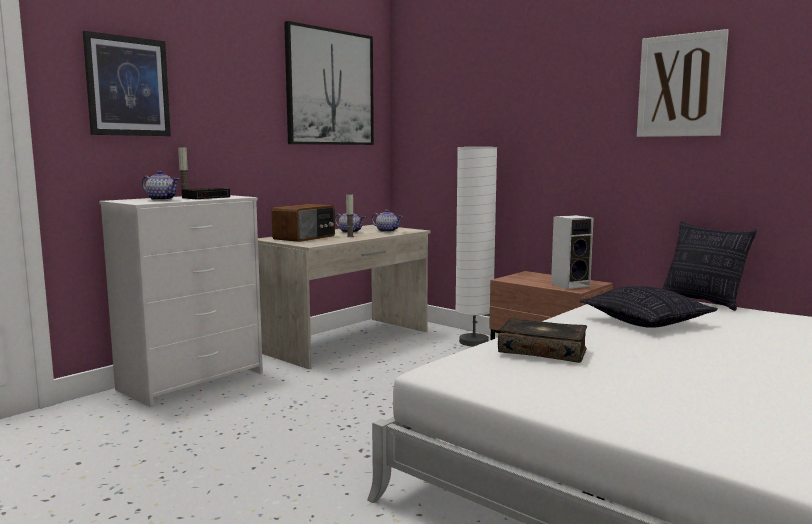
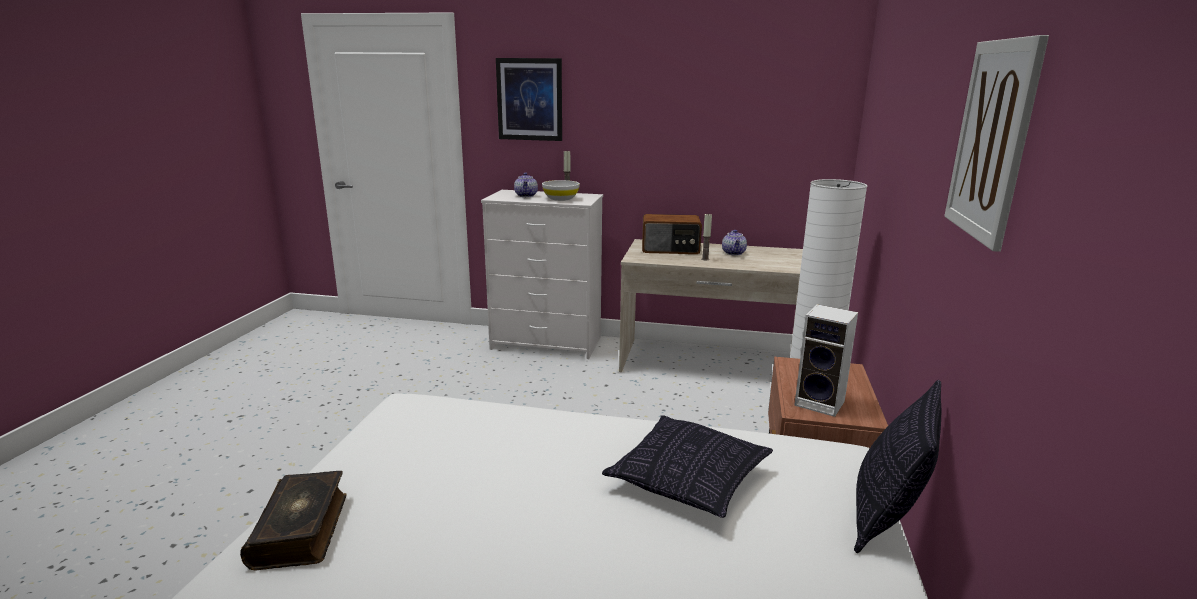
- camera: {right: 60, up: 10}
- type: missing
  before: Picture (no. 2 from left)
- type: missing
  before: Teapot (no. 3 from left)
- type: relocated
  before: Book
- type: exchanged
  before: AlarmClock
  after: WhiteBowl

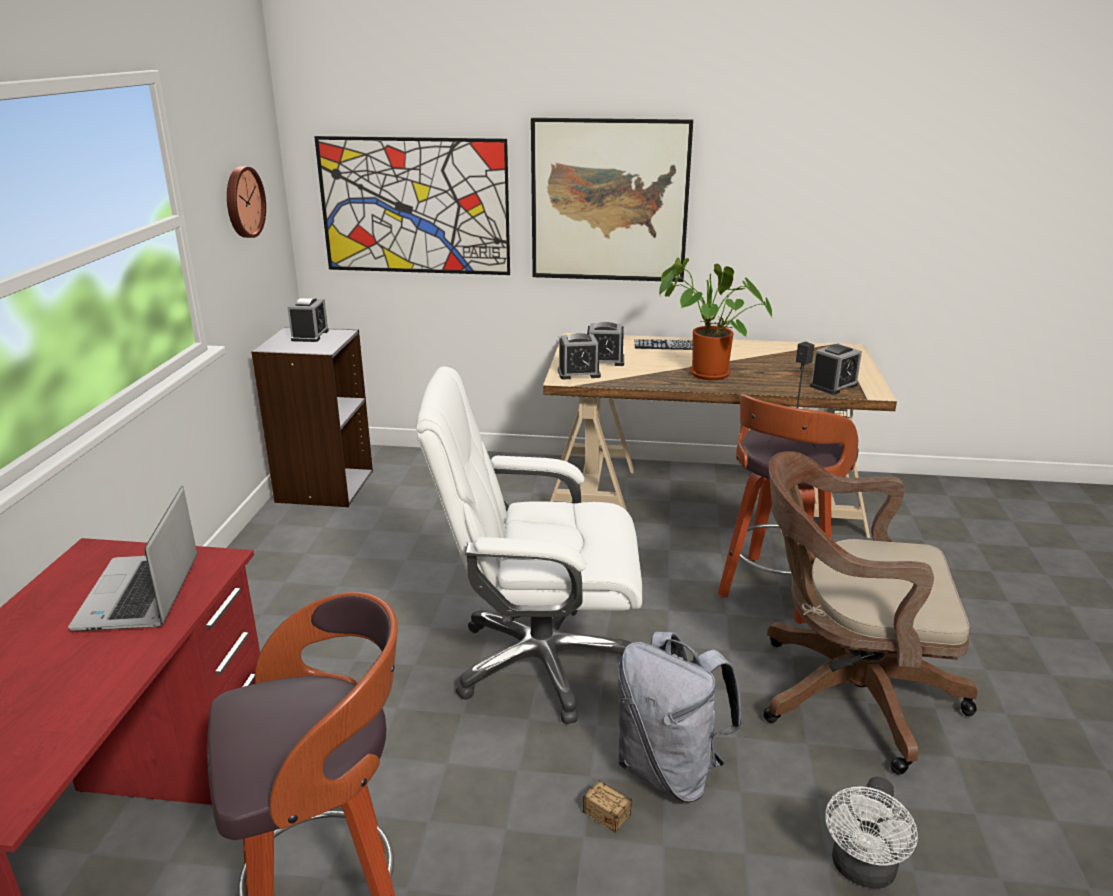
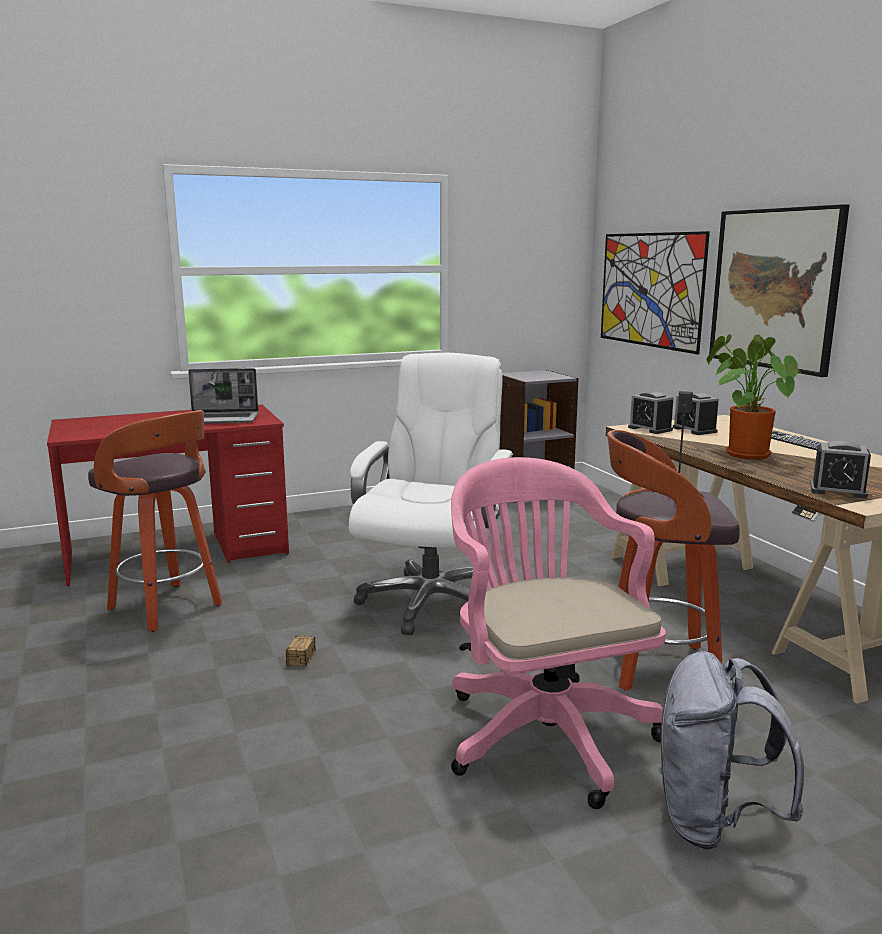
- camera: {right: 60, up: -10}
- type: missing
  before: WallClock
- type: missing
  before: AlarmClock (no. 1 from left)
- type: missing
  before: WhiteFan
- type: relocated
  before: GreyBackpack
- type: colour
  before: BrownOfficeChair
  after: PinkOfficeChair
- type: spun
  before: Laptop
  turn: -150
- type: spun
  before: WhiteOfficeChair
  turn: 45

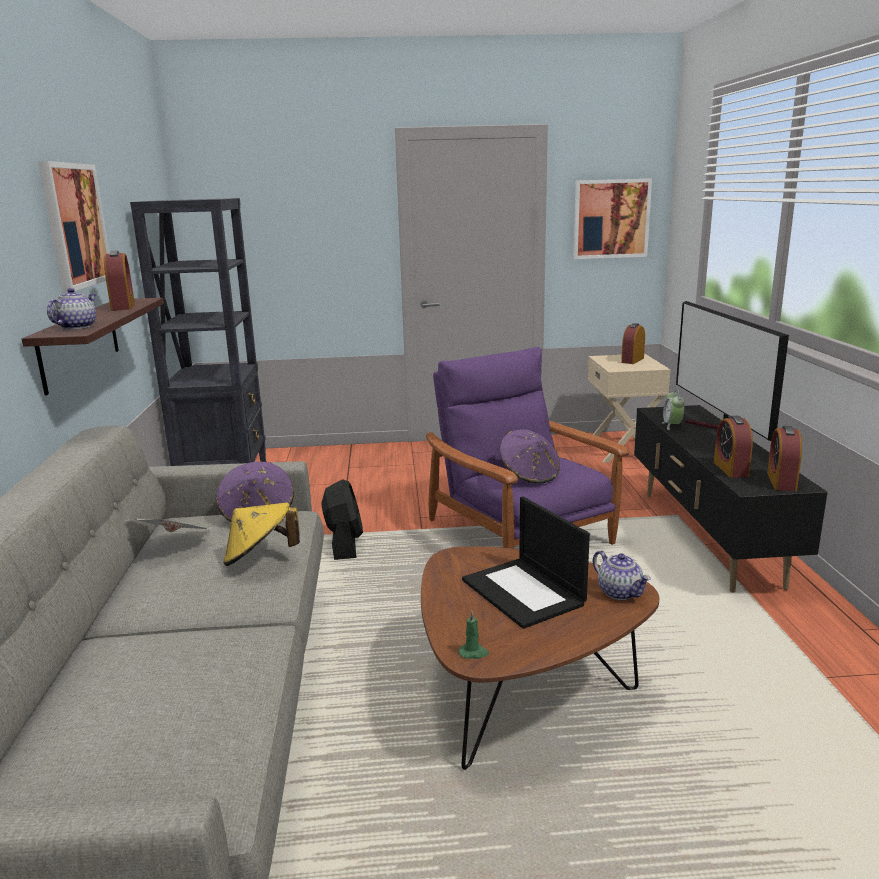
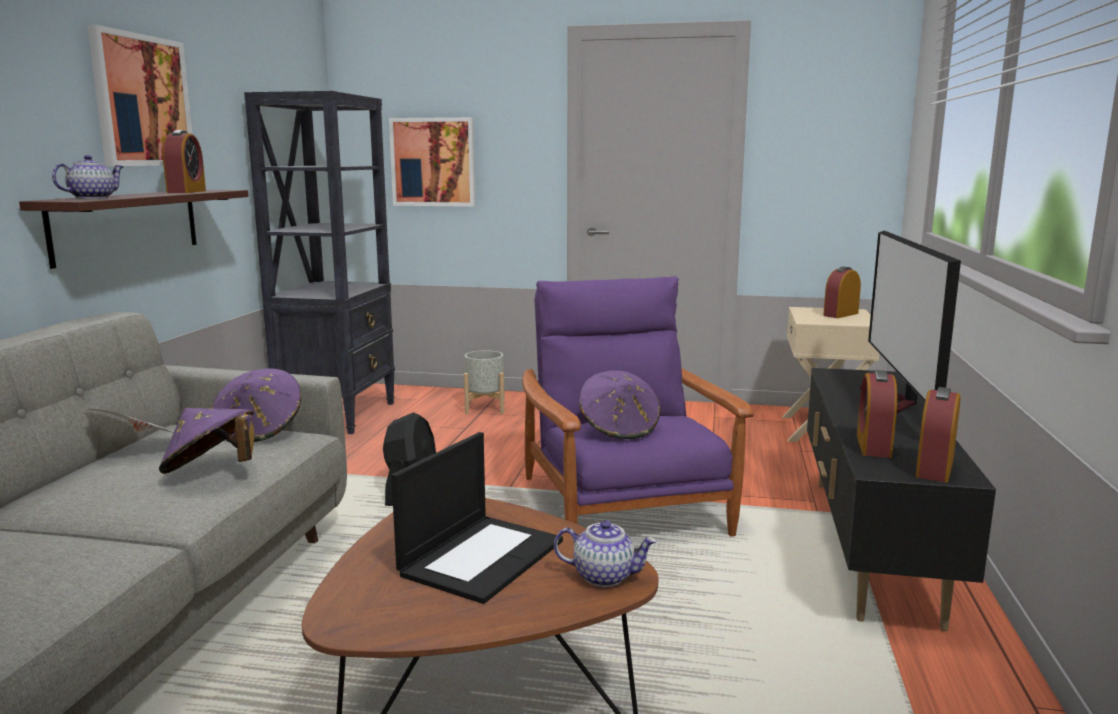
- camera: {right: 15, up: -5}
- type: missing
  before: GreenCandle
- type: missing
  before: AlarmClock (no. 3 from left)
- type: appeared
  after: GreyPlanter
- type: relocated
  before: Picture (no. 2 from left)
- type: colour
  before: YellowHat
  after: PurpleHat (no. 1 from left)
- type: spun
  before: Laptop
  turn: -135
- type: spun
  before: Teapot (no. 2 from left)
  turn: -60

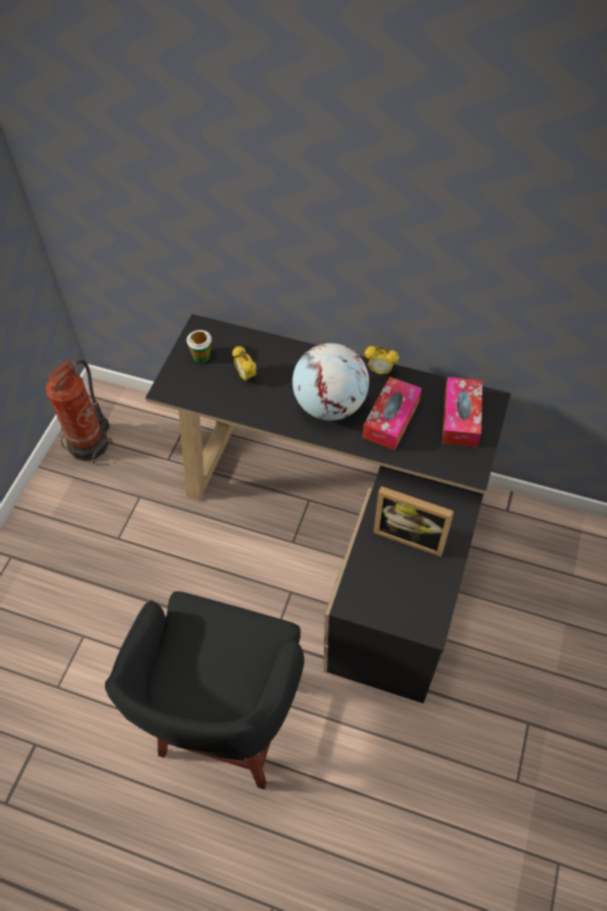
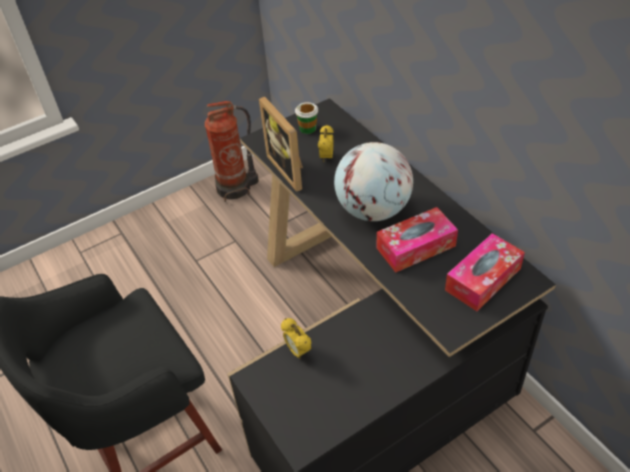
- camera: {right: 40, up: -10}
- type: relocated
  before: AlarmClock (no. 2 from left in the first image)
  after: AlarmClock (no. 1 from left)
- type: relocated
  before: PictureFrame

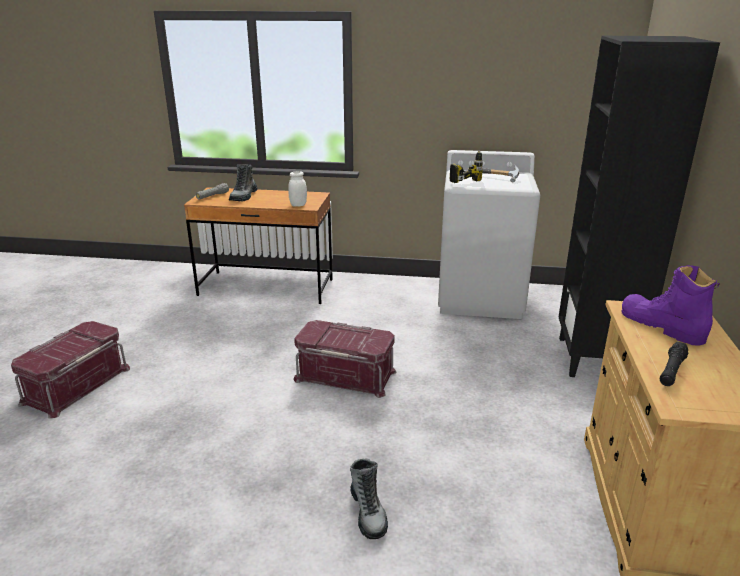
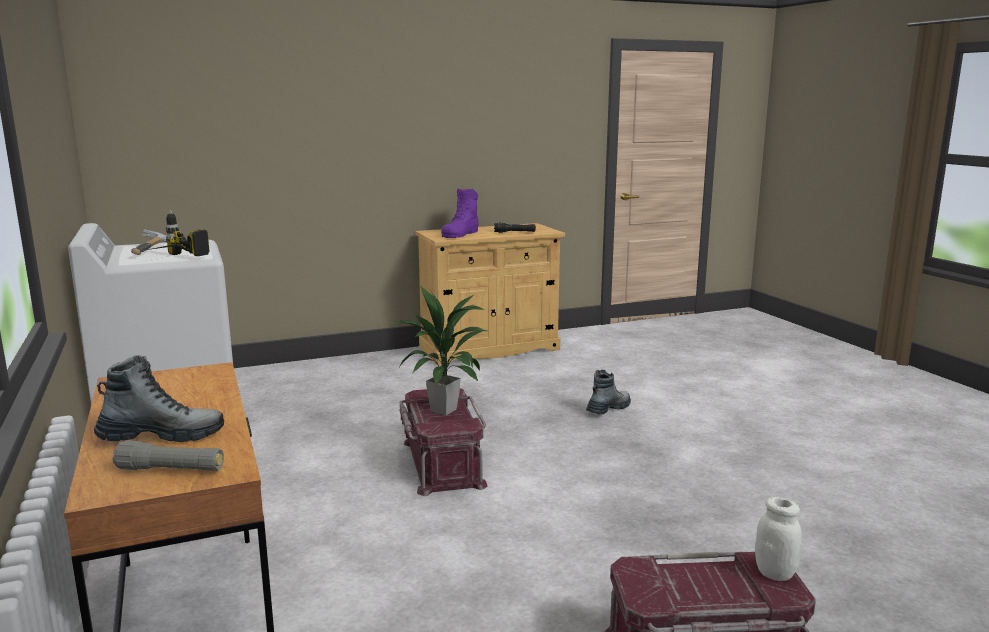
- camera: {right: -120, up: -10}
- type: missing
  before: BlackBookcase
- type: appeared
  after: PottedPlant
- type: relocated
  before: WhiteJar

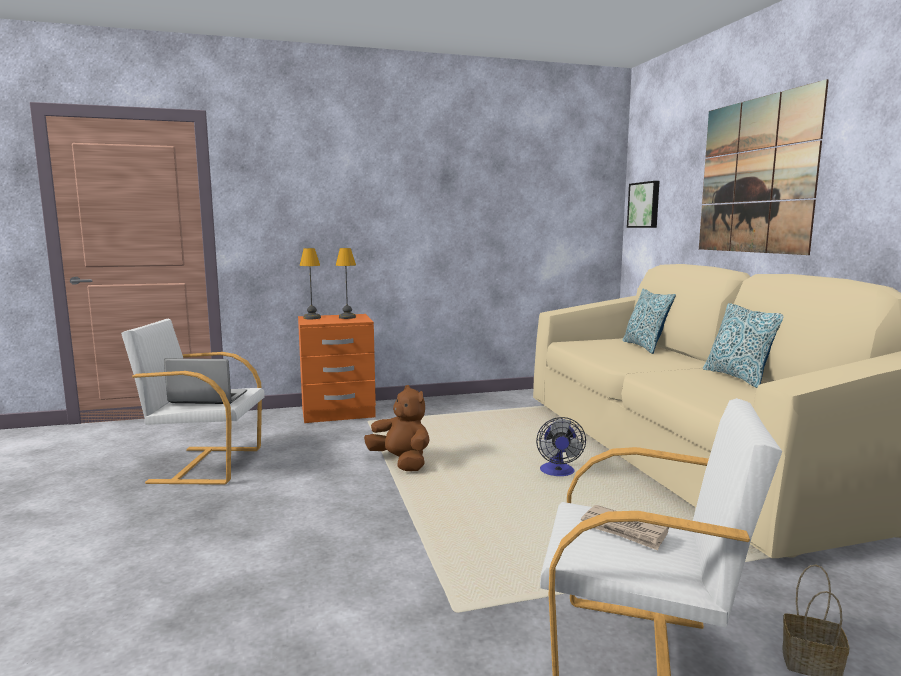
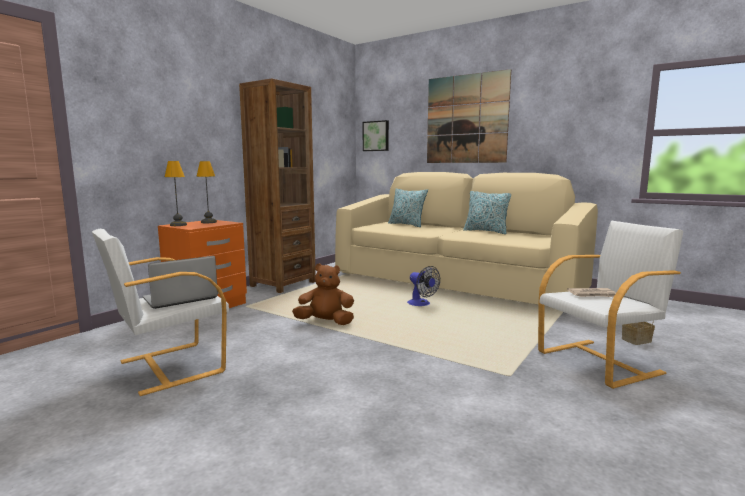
- camera: {right: -40, up: 0}
- type: appeared
  after: BrownBookcase

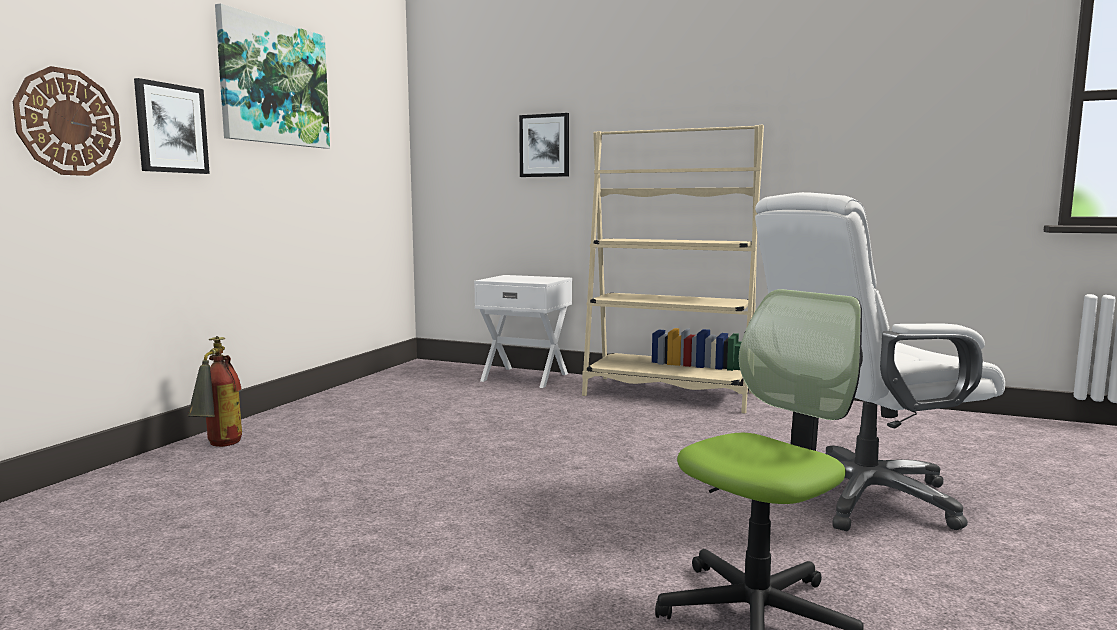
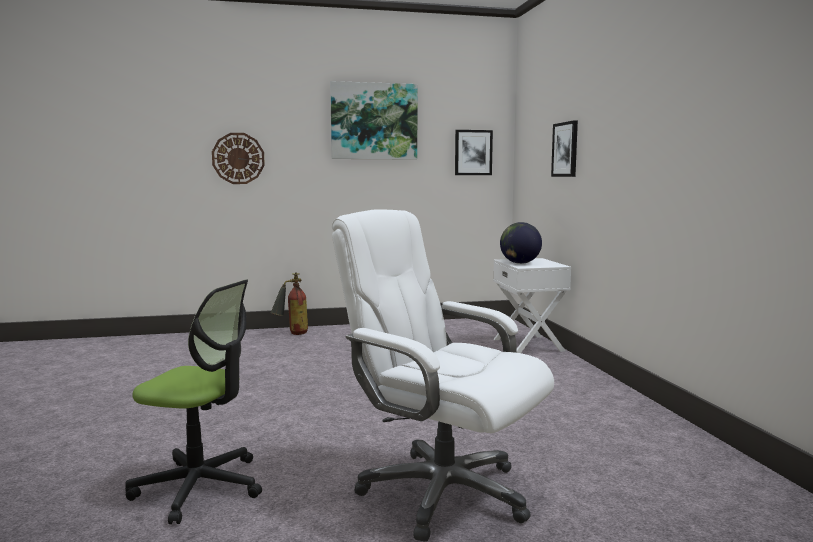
- camera: {right: 55, up: 0}
- type: missing
  before: BeigeBookcase
- type: appeared
  after: Globe
- type: relocated
  before: Picture (no. 1 from left in the first image)
  after: Picture (no. 2 from left)

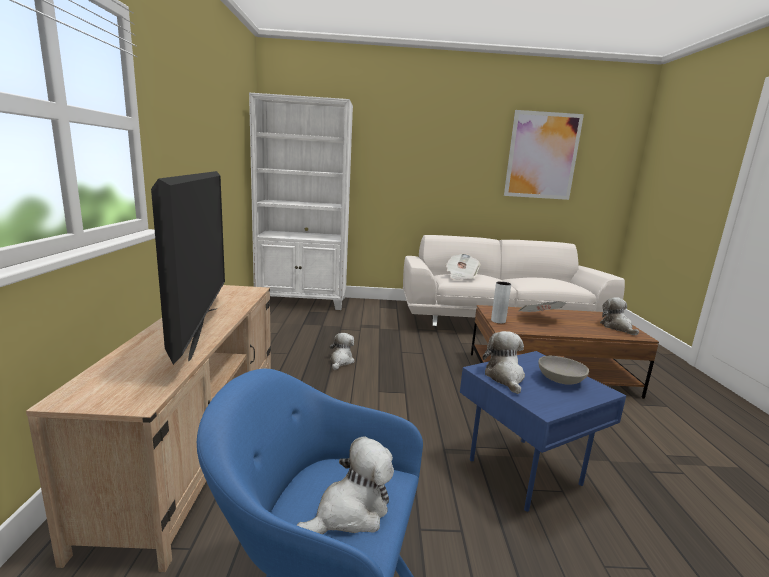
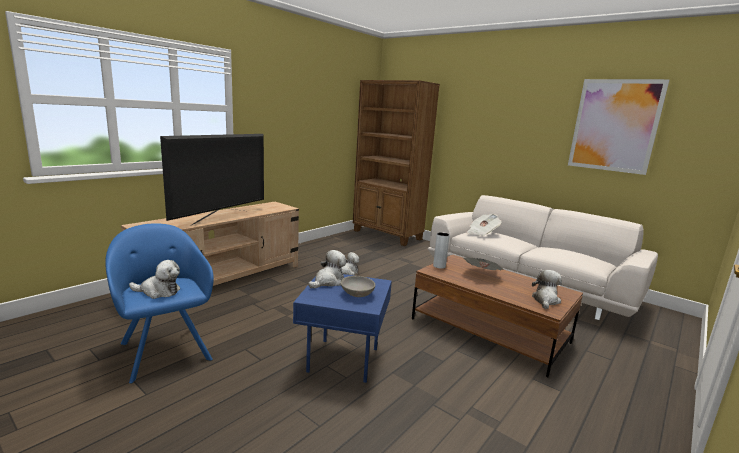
- camera: {right: 40, up: 0}
- type: colour
  before: WhiteBookcase
  after: BrownBookcase

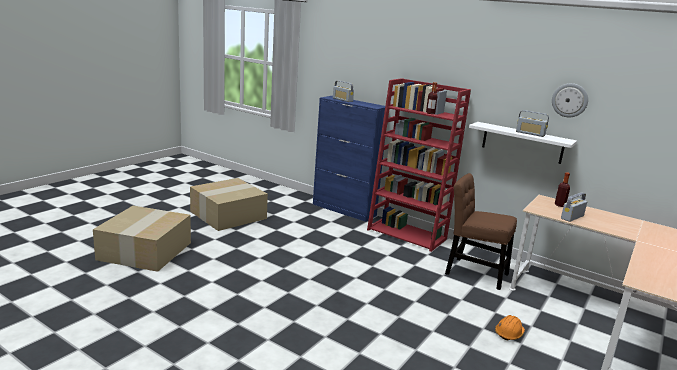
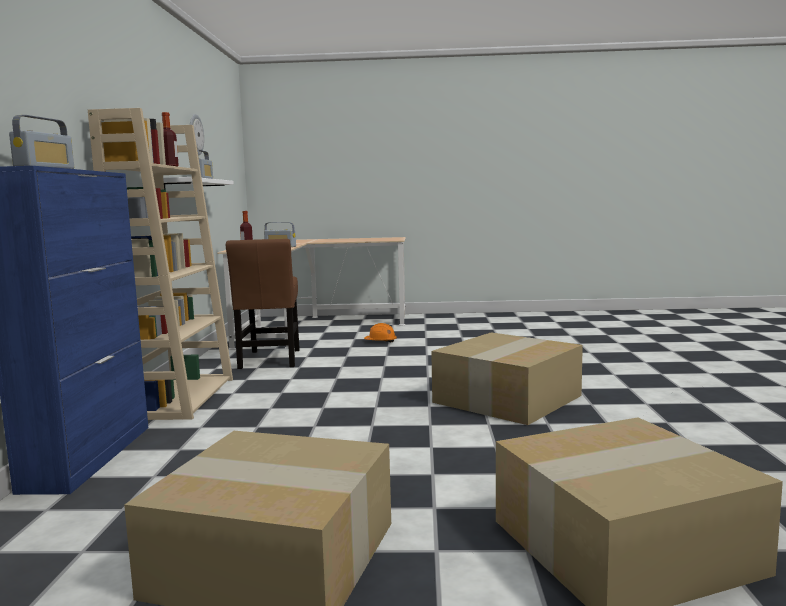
- camera: {right: -120, up: -10}
- type: appeared
  after: CardboardBox (no. 2 from left)
- type: colour
  before: RedBookcase
  after: BeigeBookcase

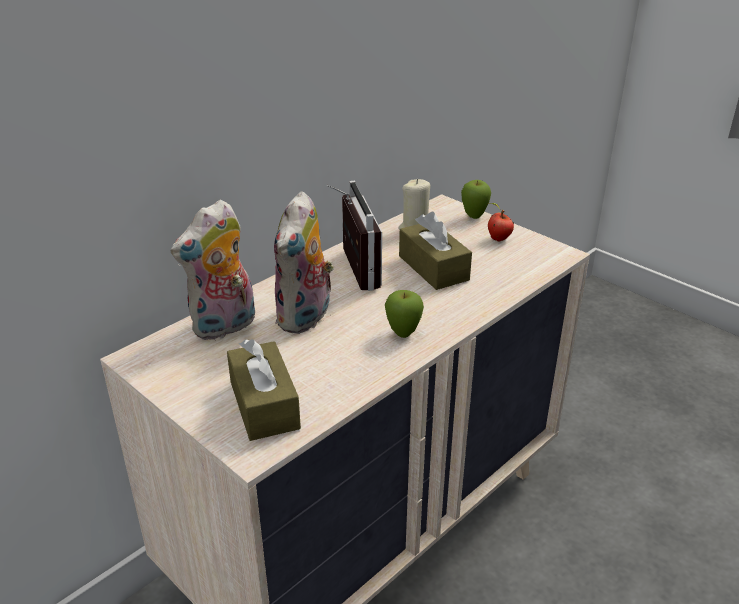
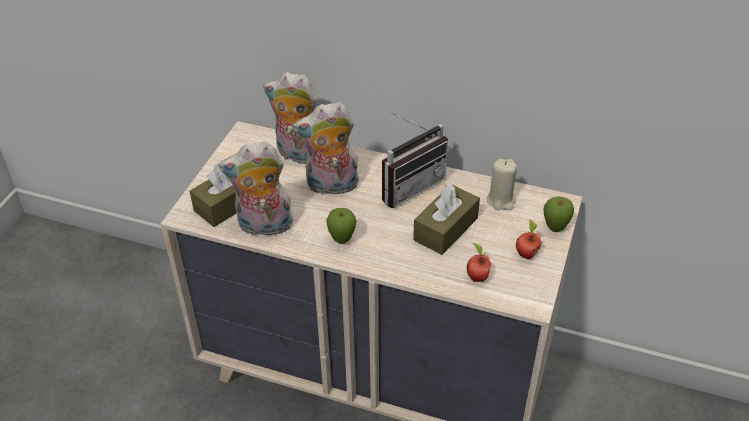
- camera: {right: 65, up: 10}
- type: appeared
  after: PlushToy (no. 1 from left)
- type: appeared
  after: Apple (no. 2 from left)

